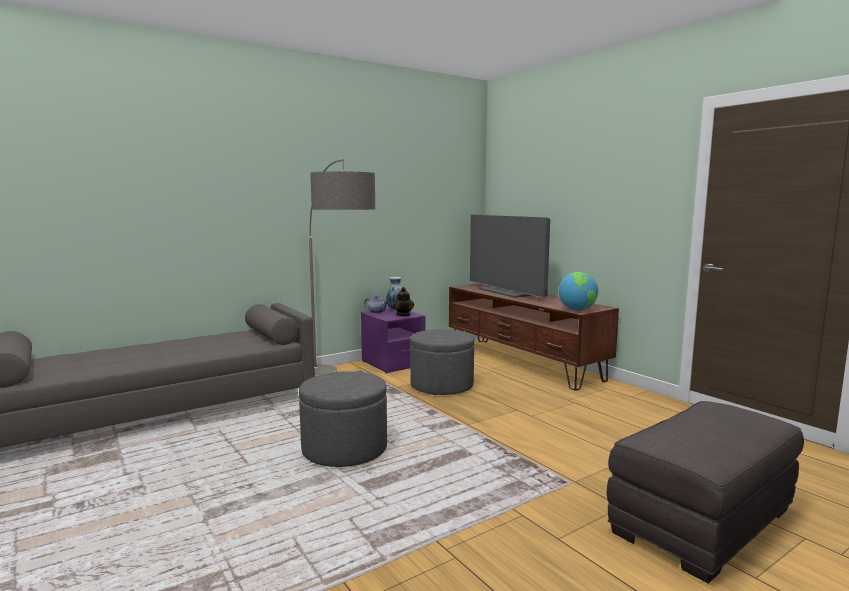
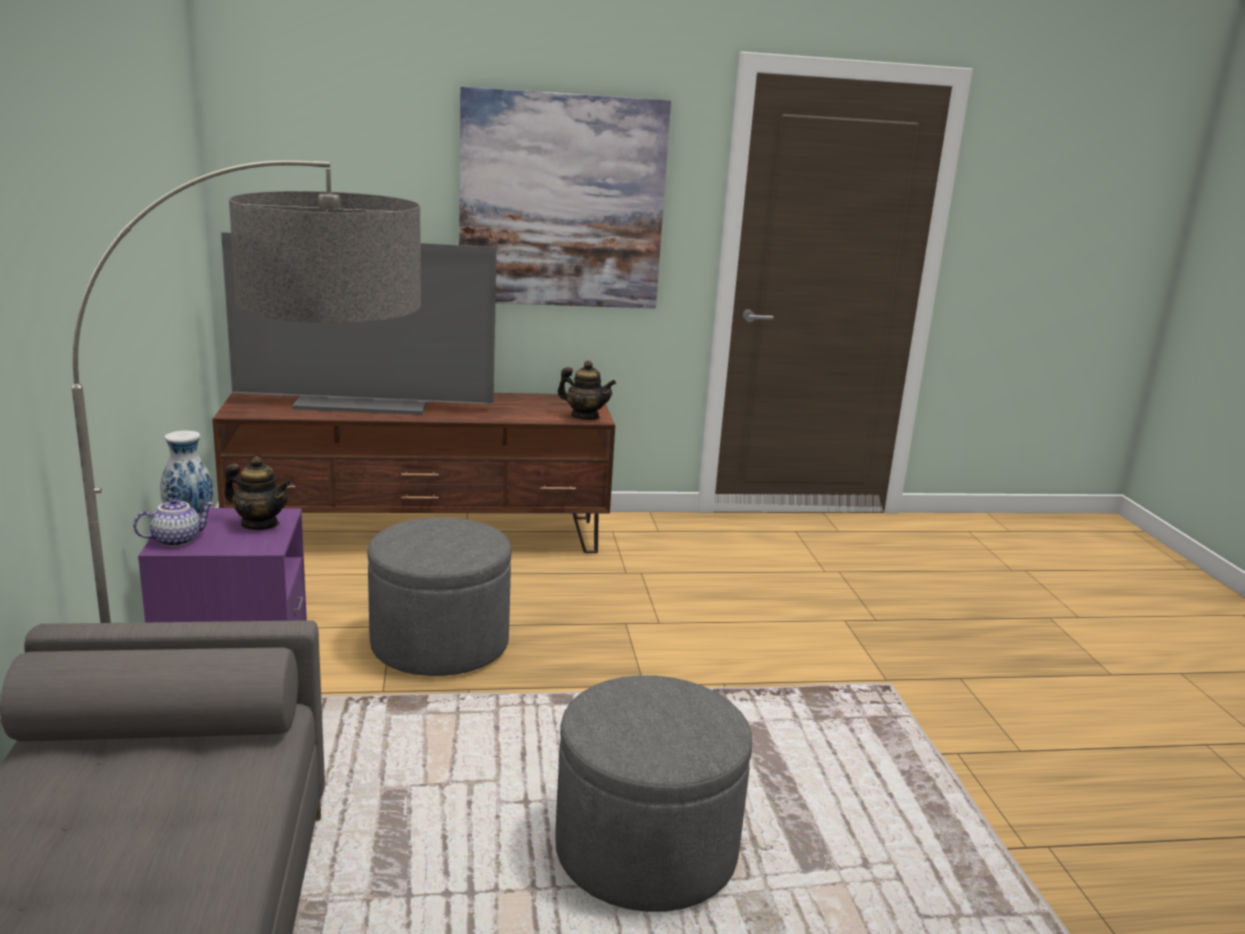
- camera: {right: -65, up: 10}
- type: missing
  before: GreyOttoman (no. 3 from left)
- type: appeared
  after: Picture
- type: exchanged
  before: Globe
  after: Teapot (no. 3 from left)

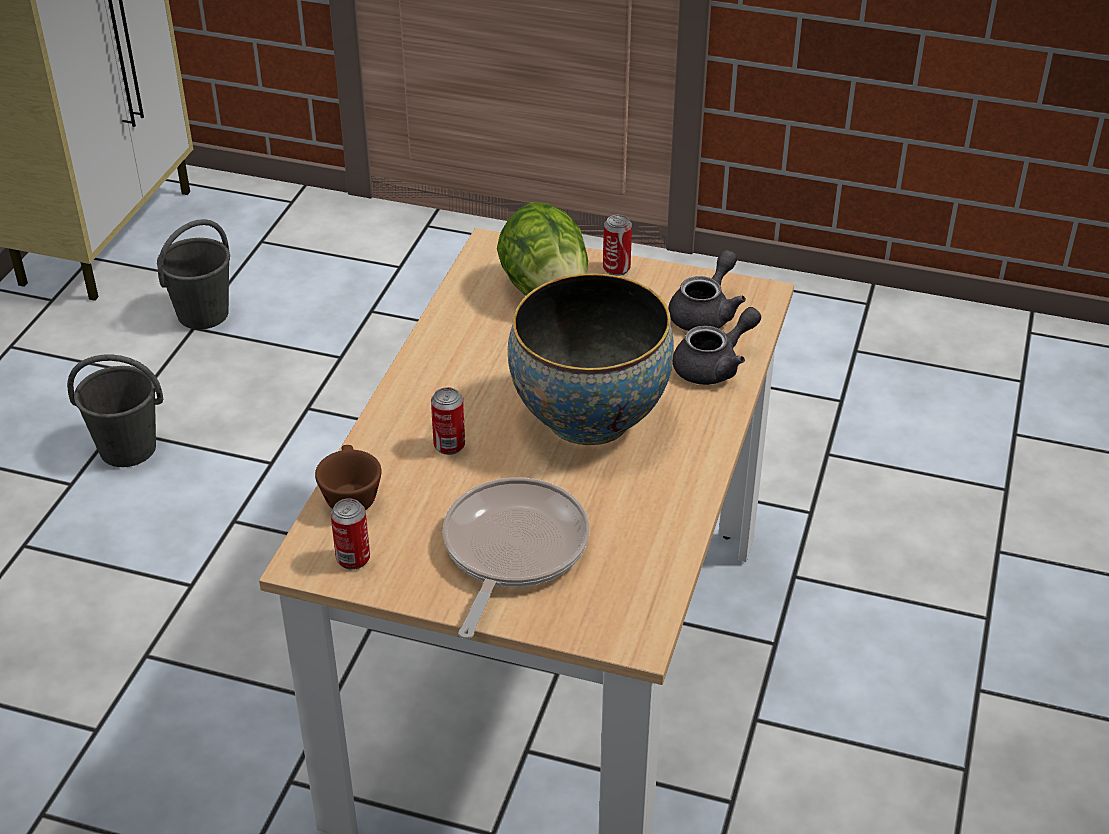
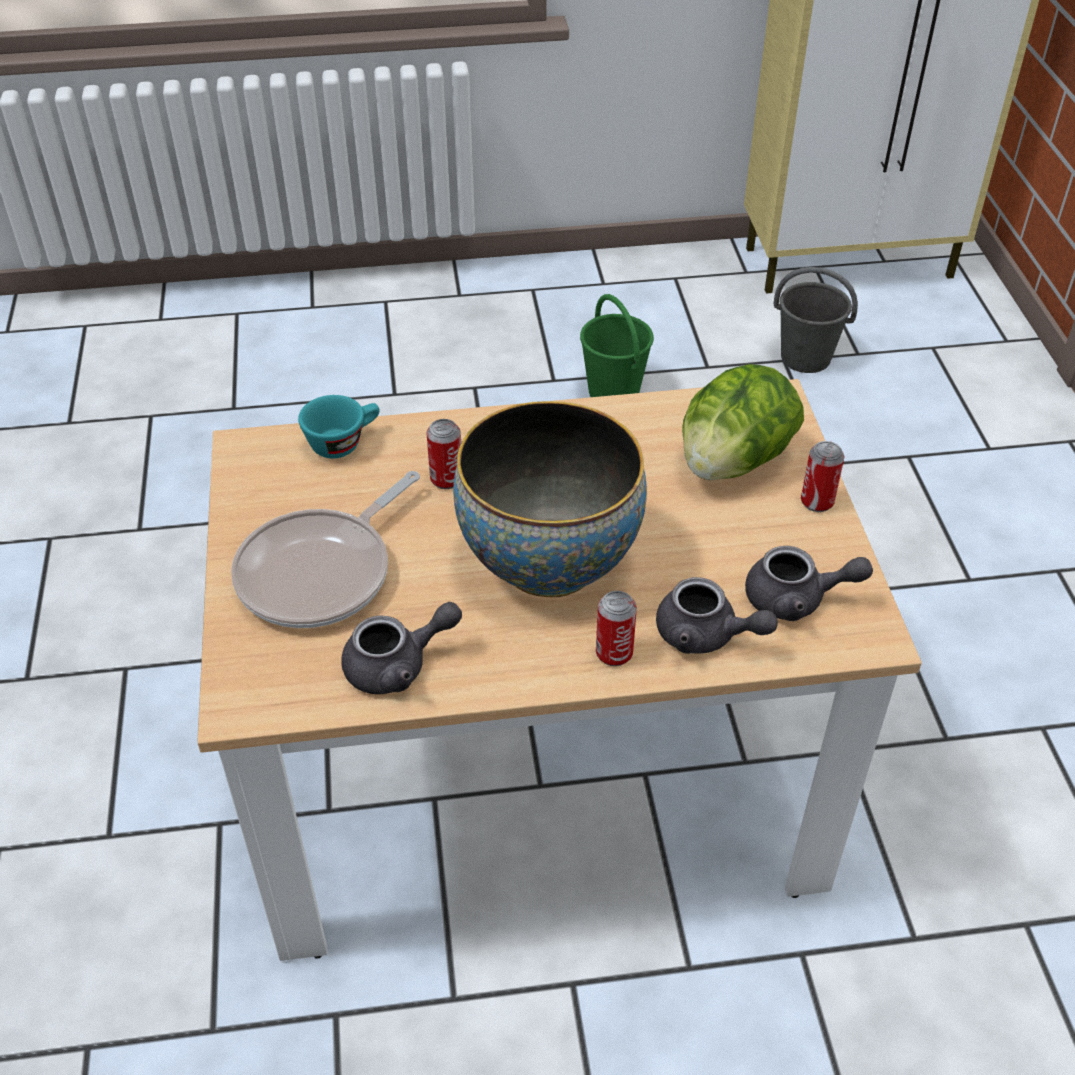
- camera: {right: 65, up: 5}
- type: appeared
  after: GreyTeapot (no. 1 from left)
- type: relocated
  before: Can (no. 1 from left in the first image)
  after: Can (no. 2 from left)
- type: colour
  before: GreyBucket (no. 1 from left)
  after: GreenBucket
- type: colour
  before: BrownCup
  after: TurquoiseCup
- type: spun
  before: FryingPan
  turn: 135

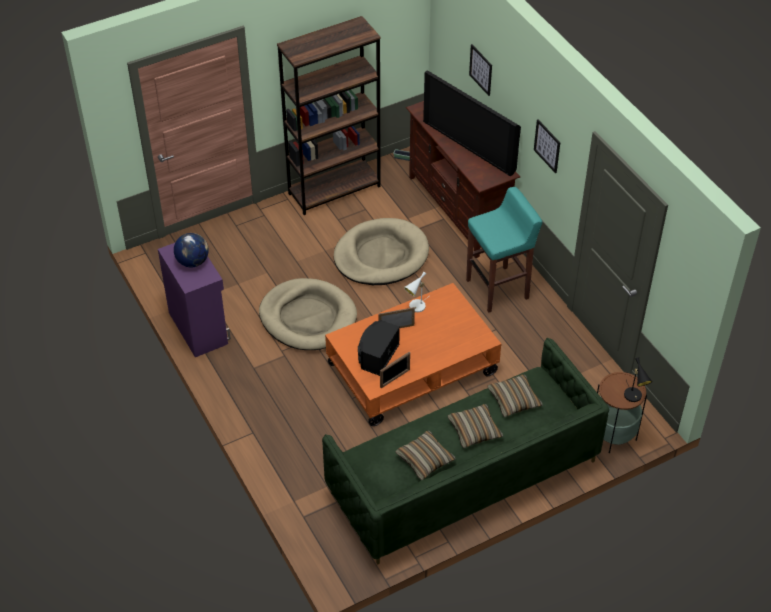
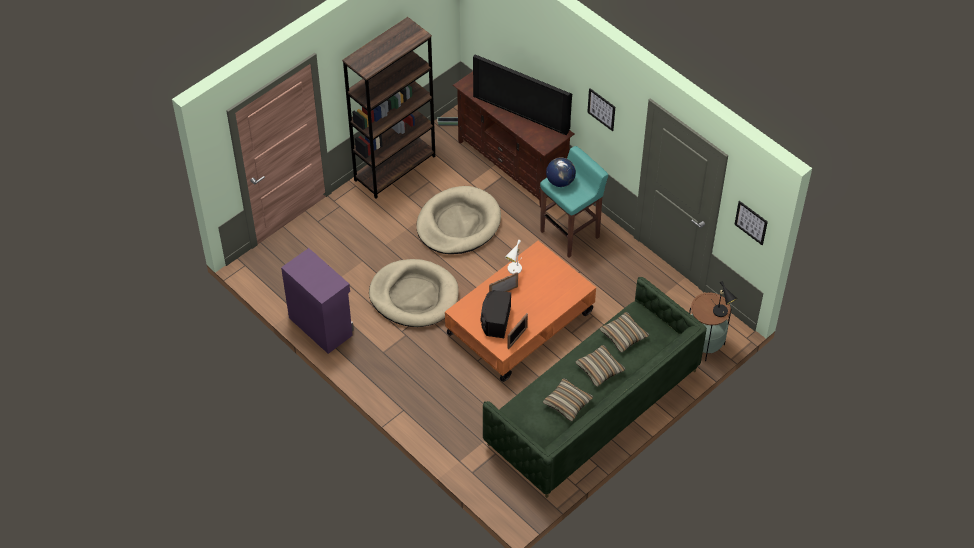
- camera: {right: -15, up: 5}
- type: relocated
  before: Globe
- type: relocated
  before: Picture (no. 1 from left in the first image)
  after: Picture (no. 2 from left)

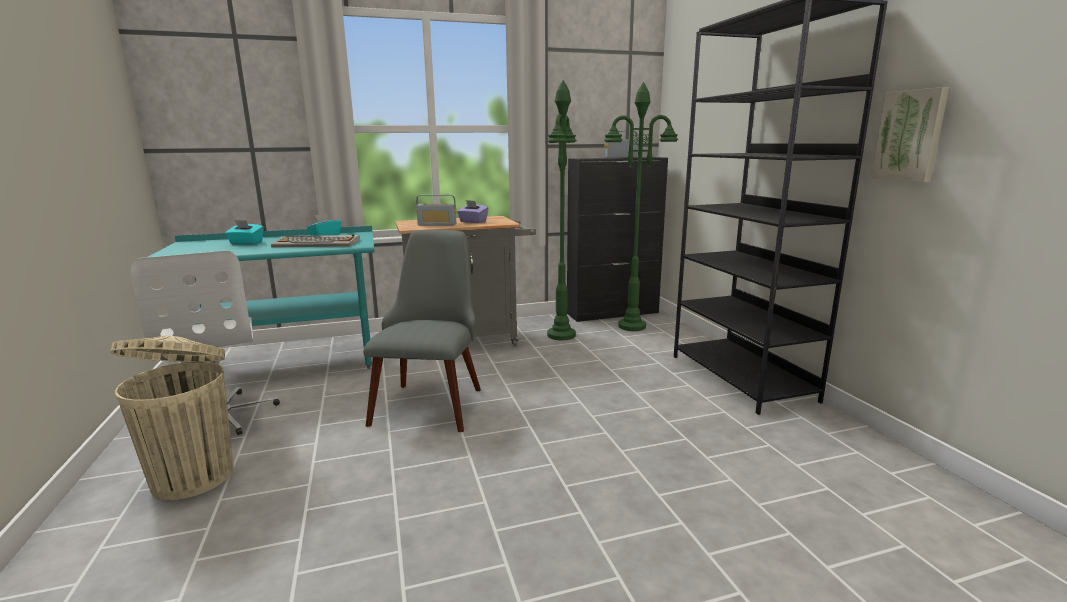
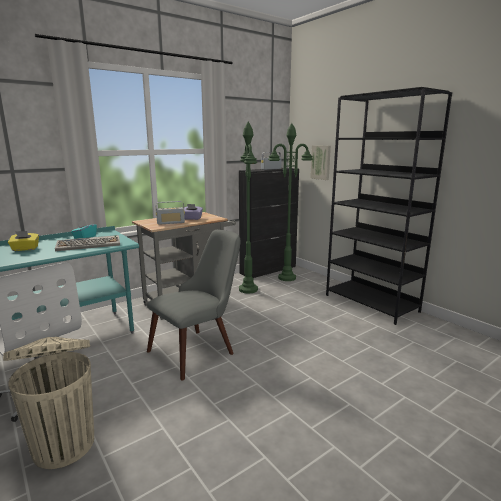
- camera: {right: -20, up: 0}
- type: relocated
  before: Picture
- type: colour
  before: TurquoiseTissueBox (no. 1 from left)
  after: YellowTissueBox
- type: spun
  before: GreyChair
  turn: 60

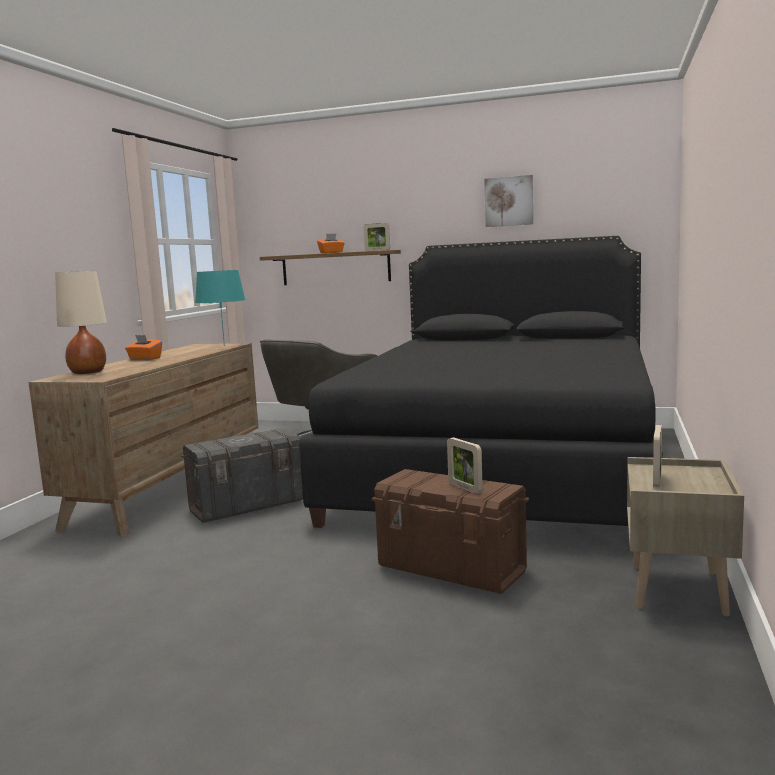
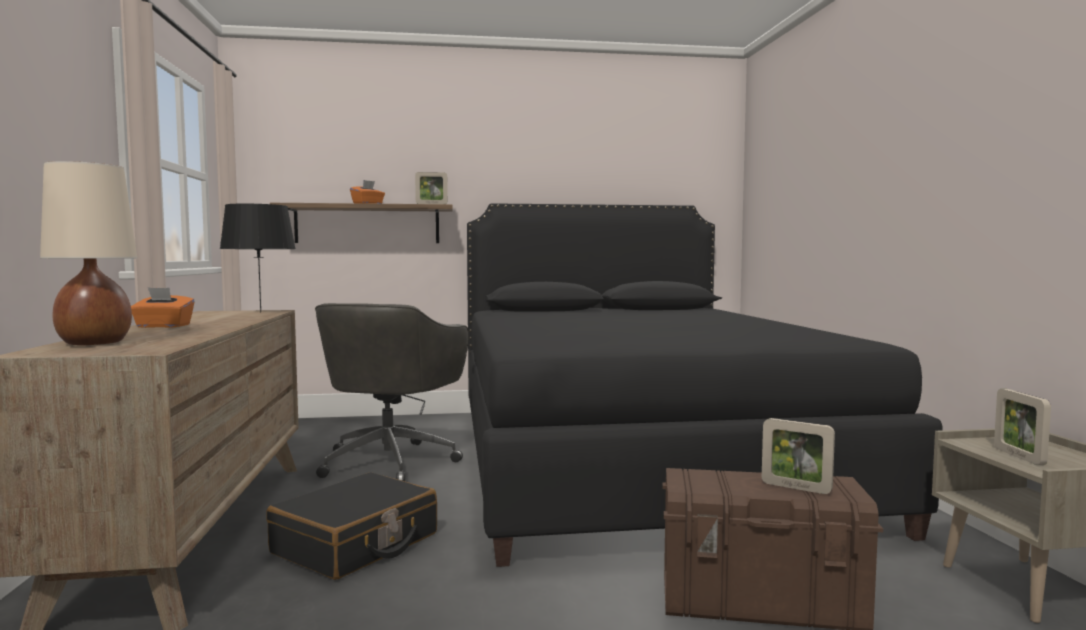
- camera: {right: -25, up: -5}
- type: missing
  before: Picture
- type: exchanged
  before: GreyStorageBox
  after: BlackSuitcase
- type: colour
  before: TurquoiseTableLamp
  after: BlackTableLamp

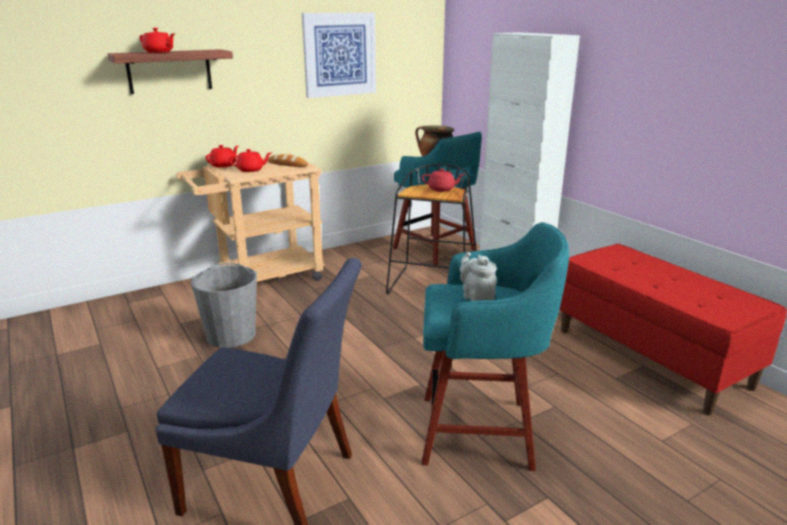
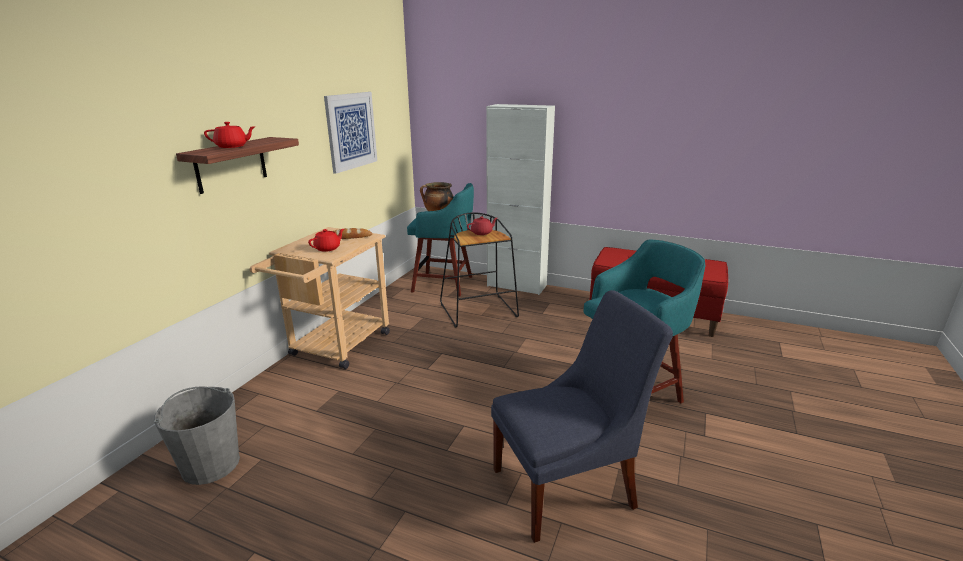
- camera: {right: -35, up: 0}
- type: missing
  before: RedTeapot (no. 2 from left)
- type: missing
  before: GreyTeapot
- type: relocated
  before: GreyBucket

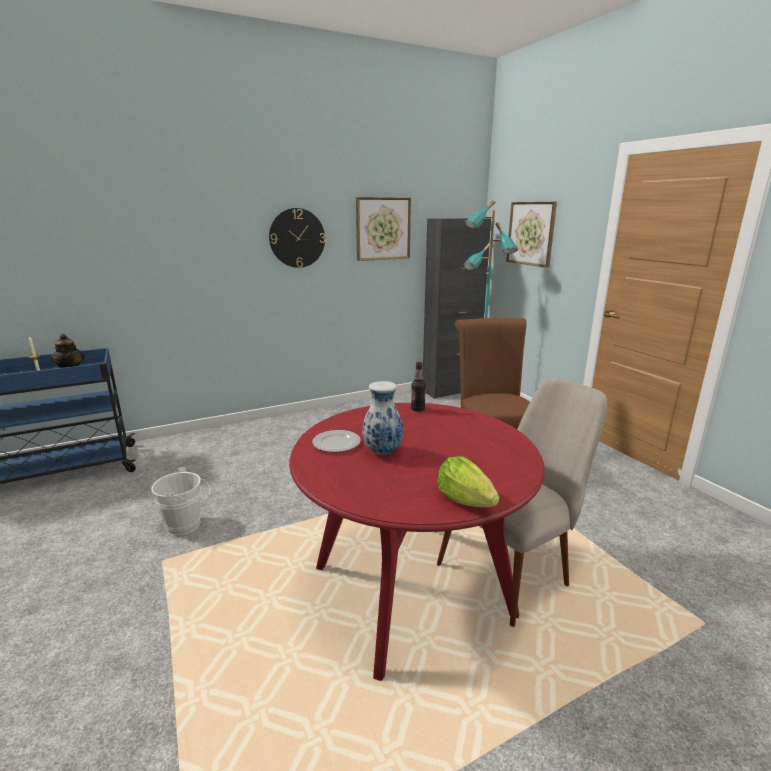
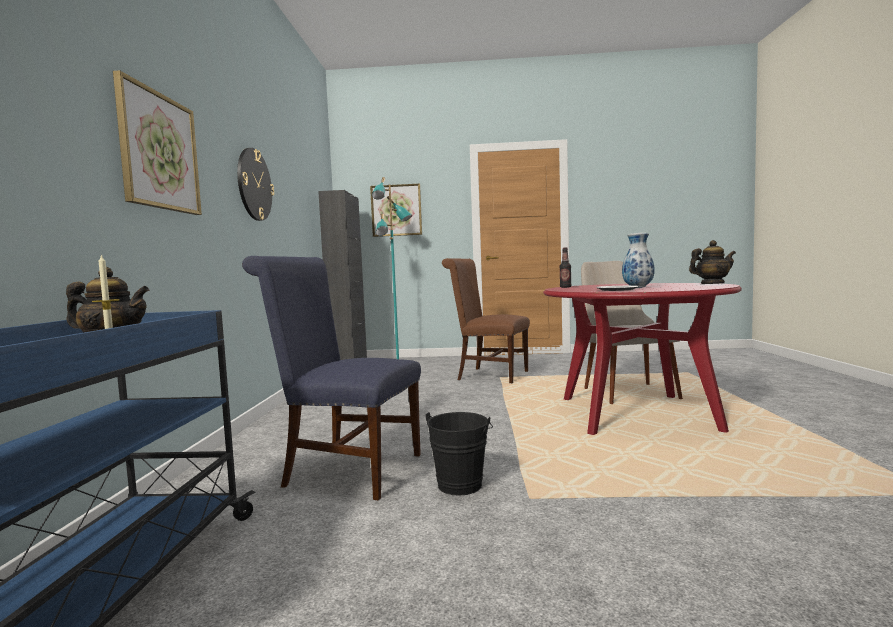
- camera: {right: -60, up: -15}
- type: appeared
  after: BlueChair
- type: relocated
  before: Picture (no. 1 from left)
- type: exchanged
  before: Lettuce
  after: Teapot (no. 2 from left)
- type: colour
  before: WhiteBucket
  after: BlackBucket

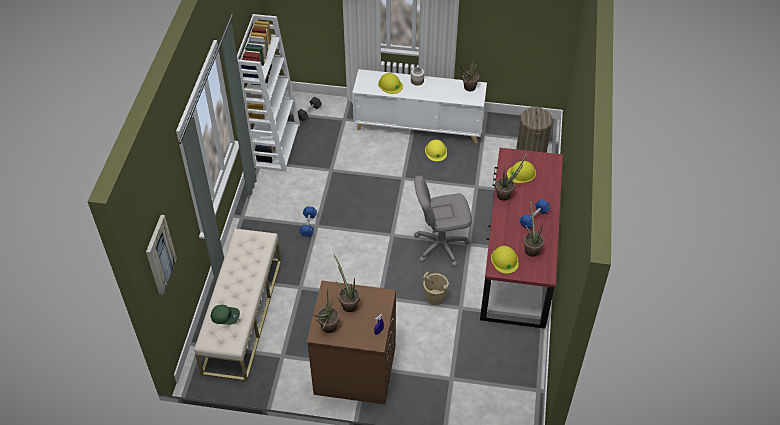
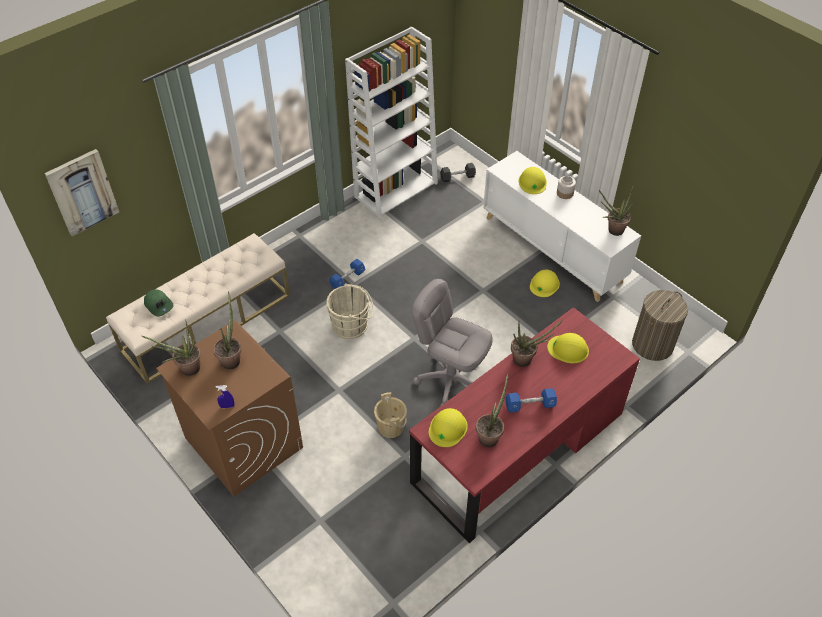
- camera: {right: 40, up: 0}
- type: appeared
  after: BeigeBucket (no. 1 from left)

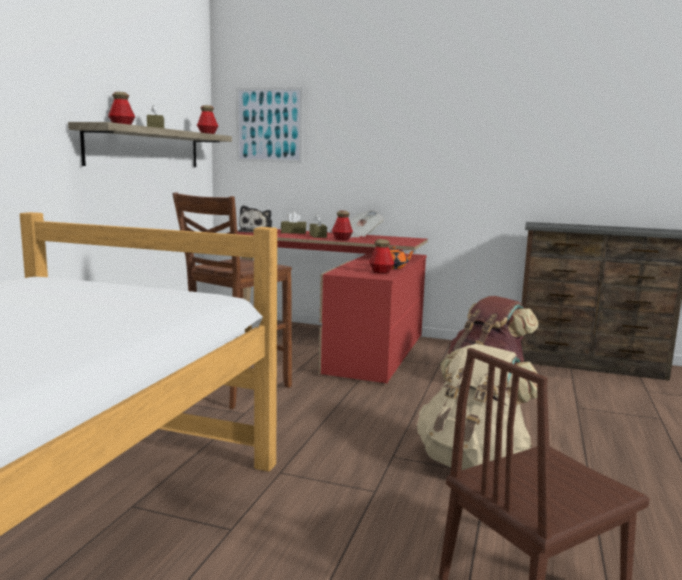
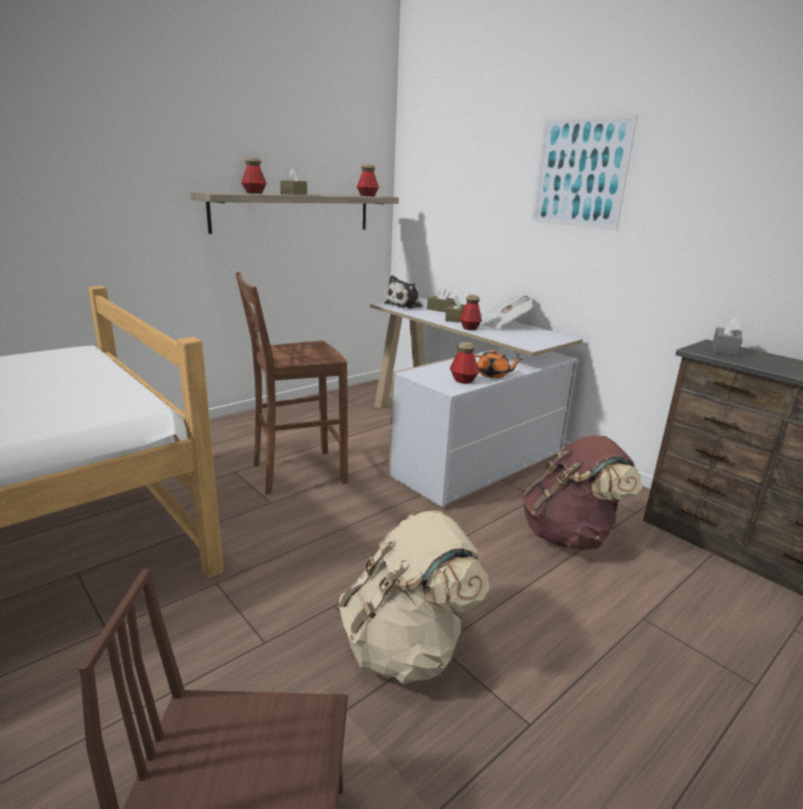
- camera: {right: 30, up: 10}
- type: appeared
  after: GreyTissueBox
- type: relocated
  before: Picture
- type: colour
  before: RedDesk
  after: WhiteDesk

